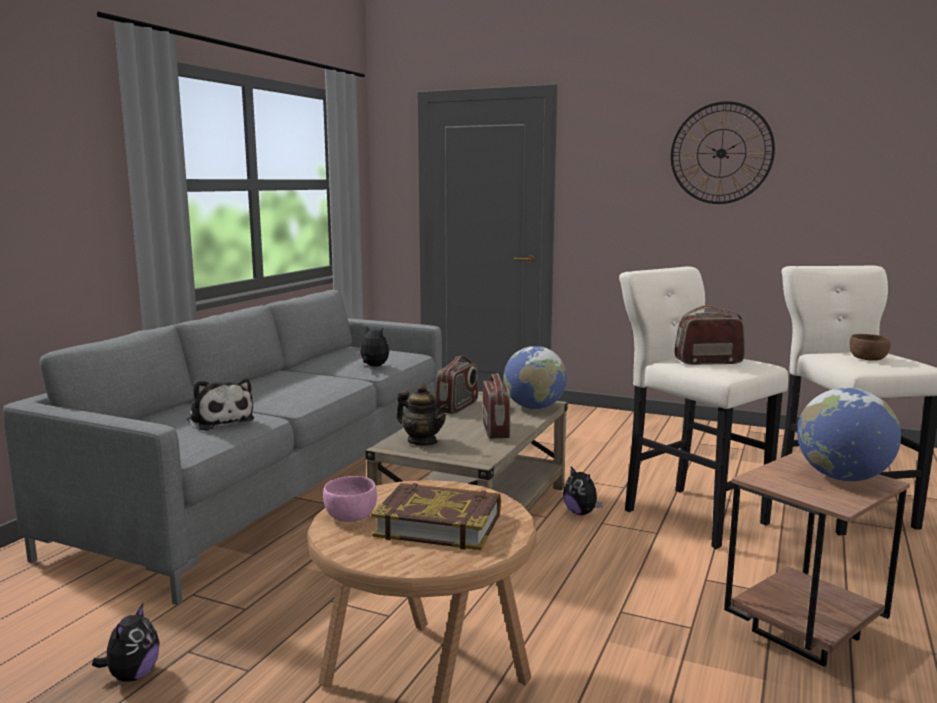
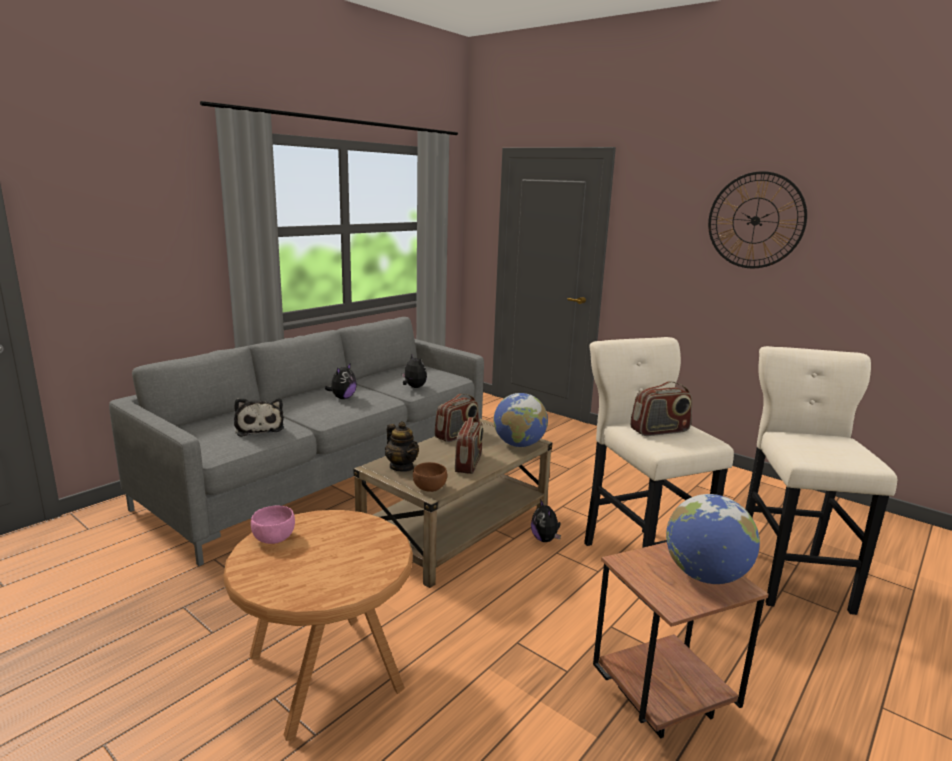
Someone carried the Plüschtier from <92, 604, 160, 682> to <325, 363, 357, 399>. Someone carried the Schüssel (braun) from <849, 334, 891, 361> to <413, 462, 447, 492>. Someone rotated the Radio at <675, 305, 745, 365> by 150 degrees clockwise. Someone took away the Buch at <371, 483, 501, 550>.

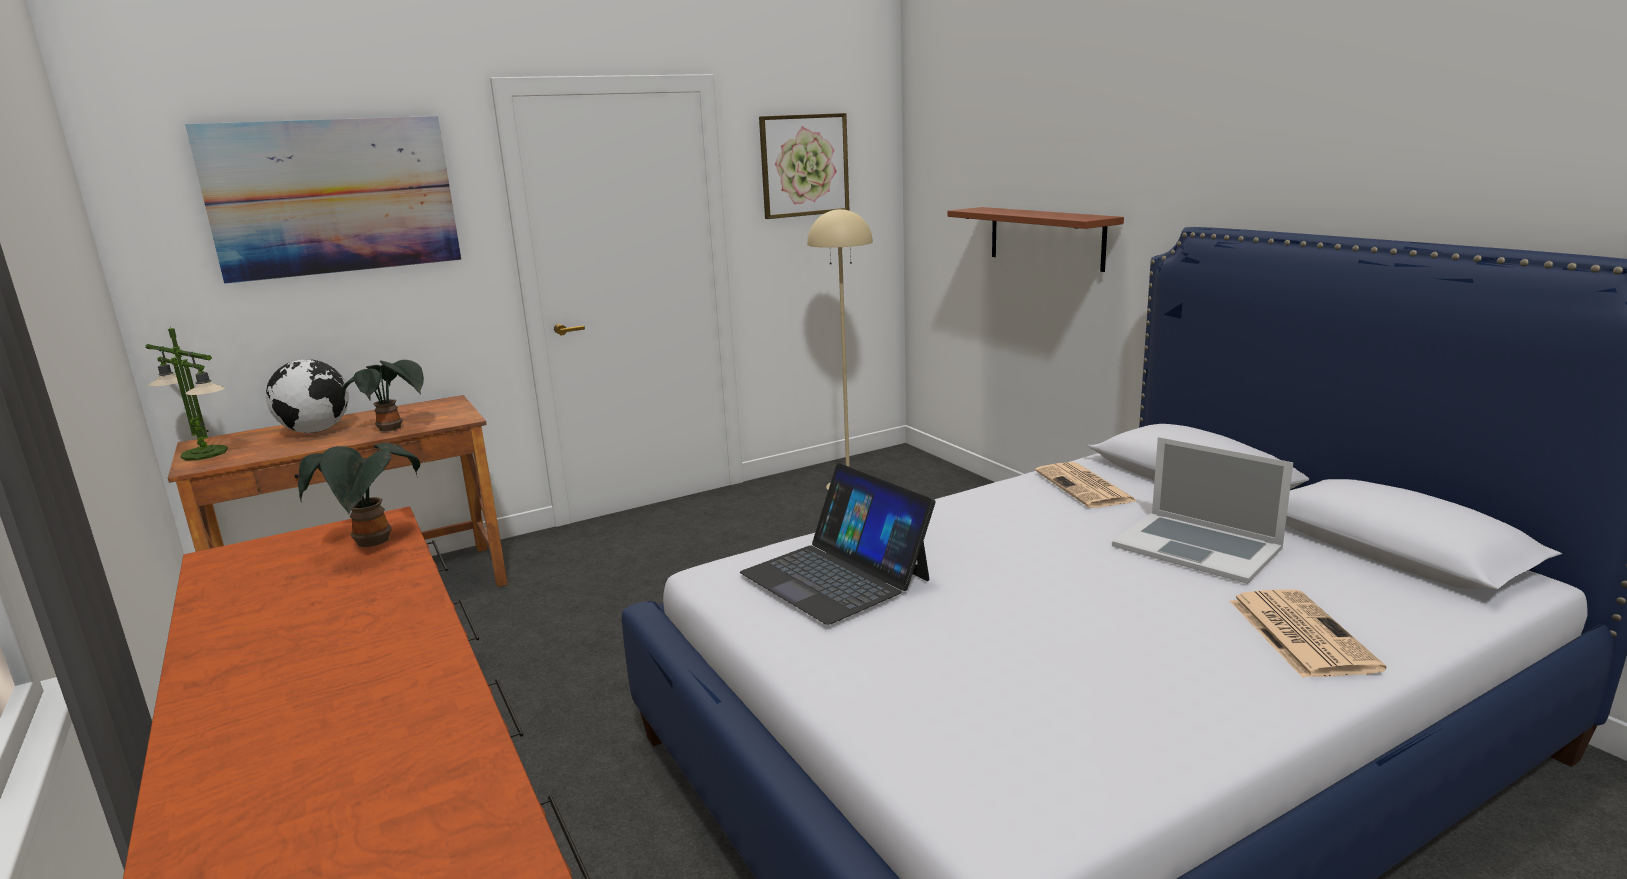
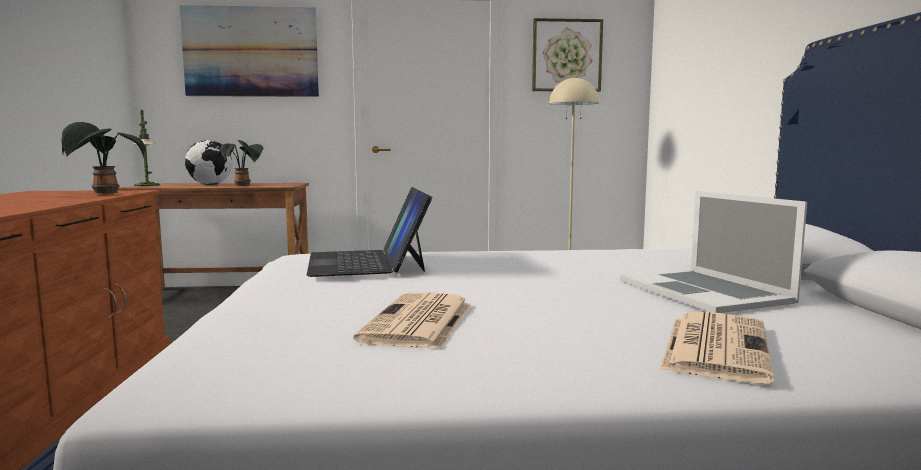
Someone carried the Zeitung from <1035, 462, 1137, 508> to <353, 292, 471, 349>. Someone took away the Wandregal (braun) at <947, 207, 1124, 272>.

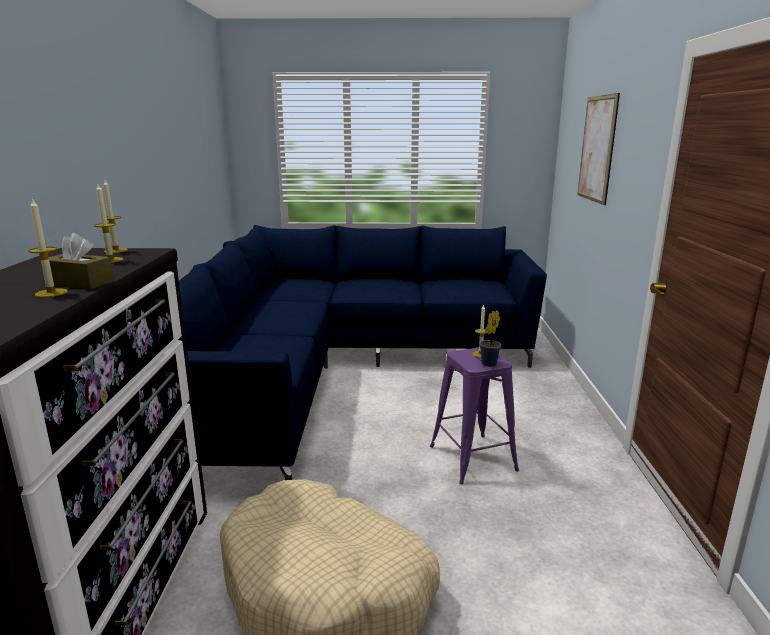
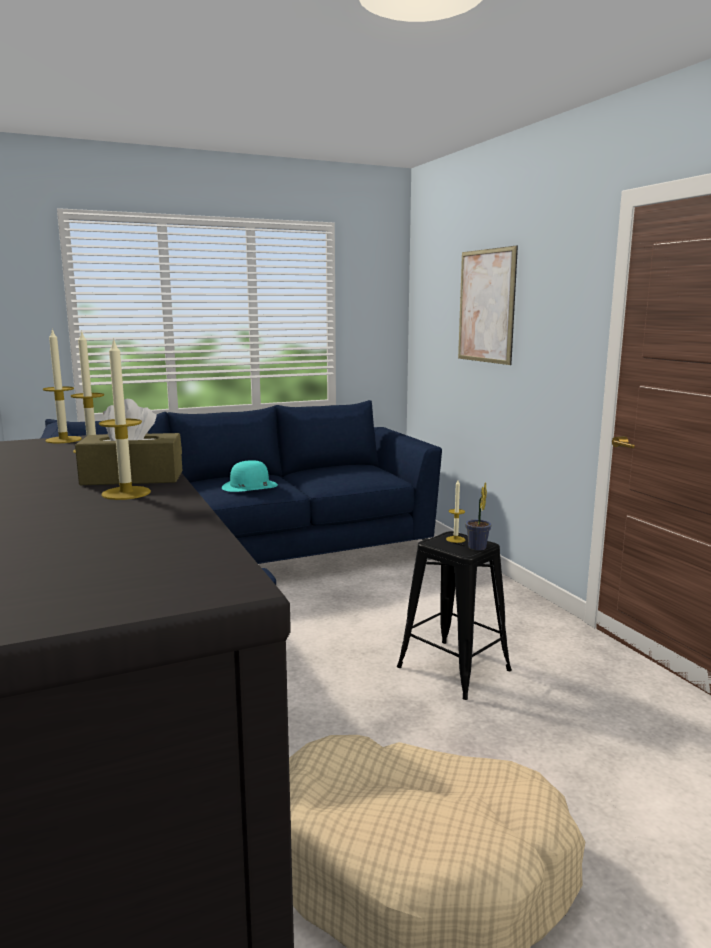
Someone put down the Hut (türkis) at <222, 460, 278, 492>. Someone repainted the Hocker (lila) at <430, 347, 519, 484>, which became the Hocker (schwarz) at <397, 531, 512, 700>.

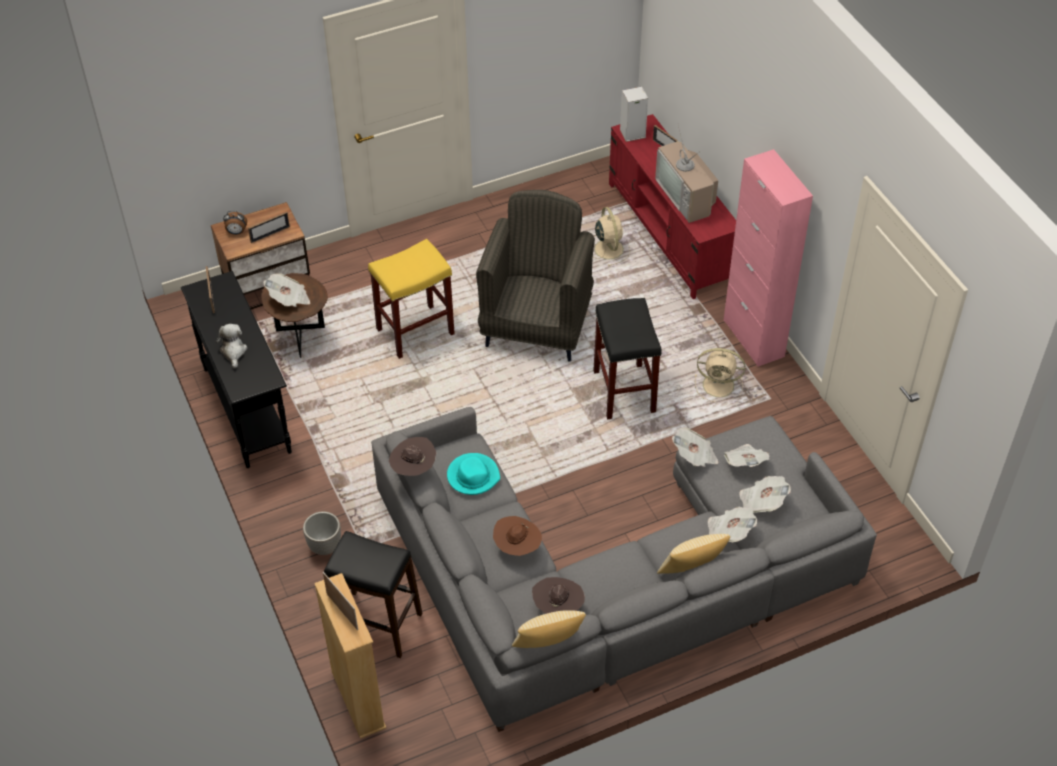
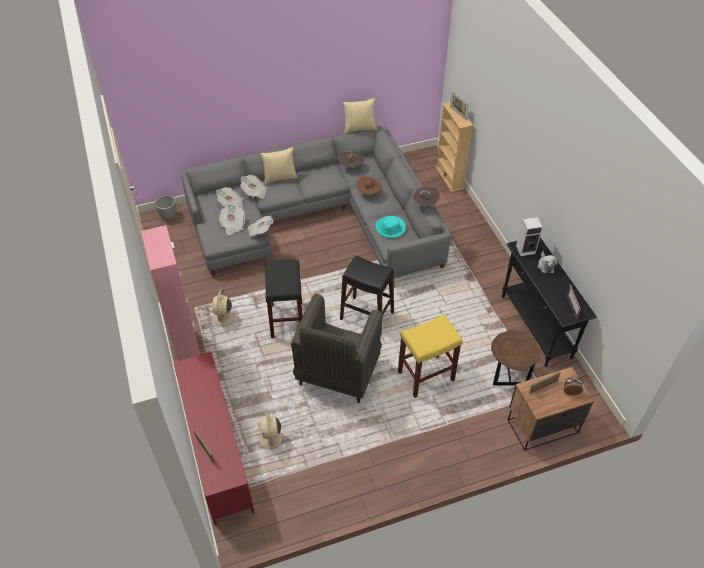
Someone carried the Pflanzkübel from <303, 511, 341, 555> to <155, 195, 177, 220>. Someone rotated the Ventilator (beige) at <695, 348, 745, 402> by 105 degrees counterclockwise. Someone carried the Hocker (schwarz) from <324, 531, 423, 658> to <340, 256, 394, 334>. Someone carried the Lautsprecher from <620, 86, 648, 142> to <516, 217, 543, 256>. Someone took away the Zeitung at <263, 273, 311, 307>. Someone took away the Fernseher at <655, 123, 718, 223>.

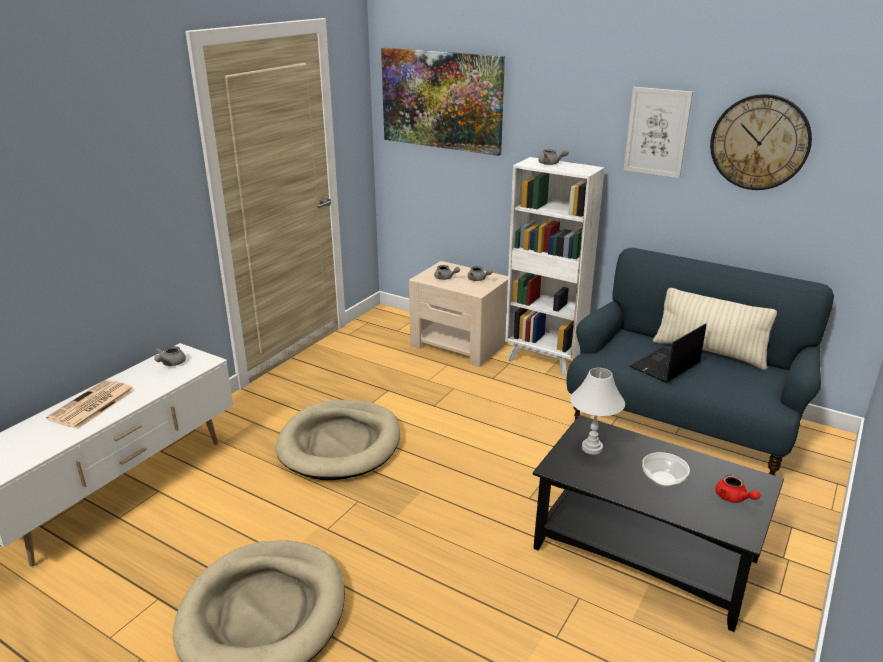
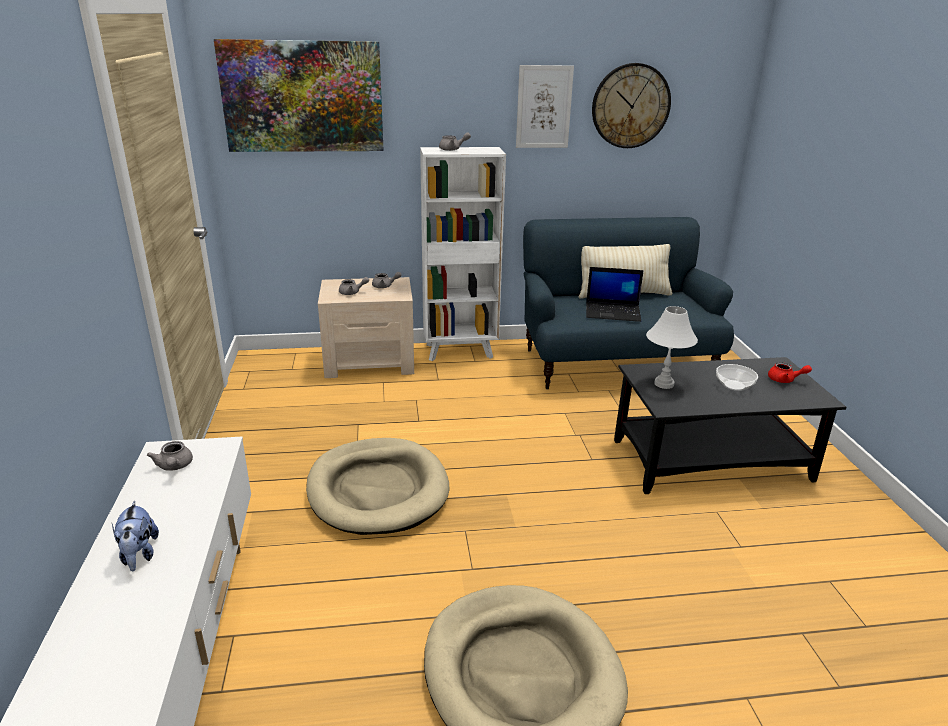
Someone swapped the Zeitung at <46, 380, 135, 429> for the Plüschtier at <112, 500, 159, 571>. Someone rotated the Laptop at <629, 323, 706, 383> by 90 degrees counterclockwise.

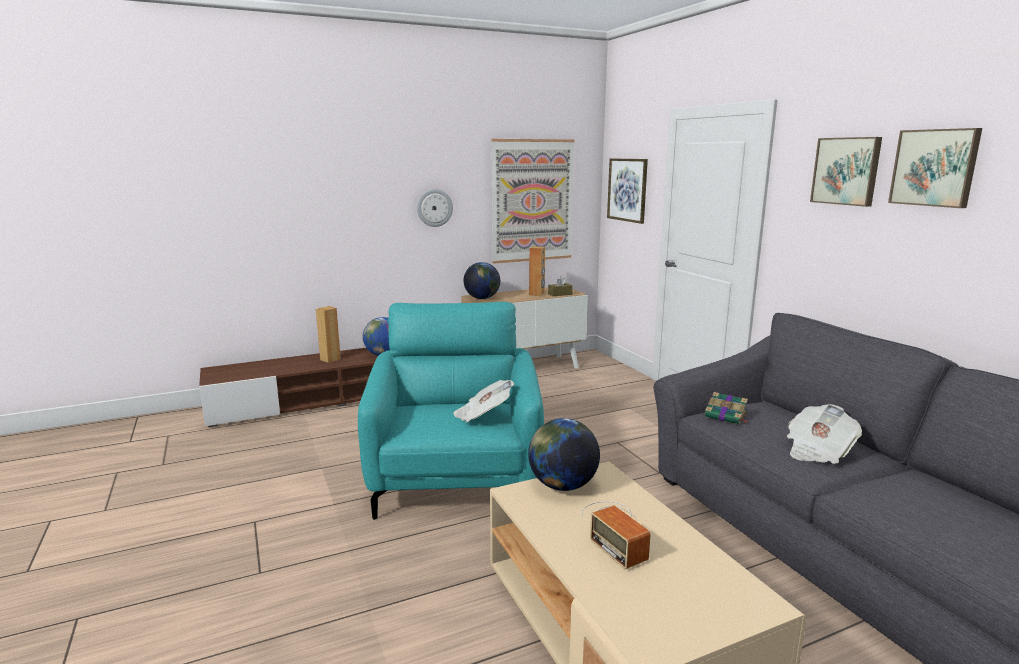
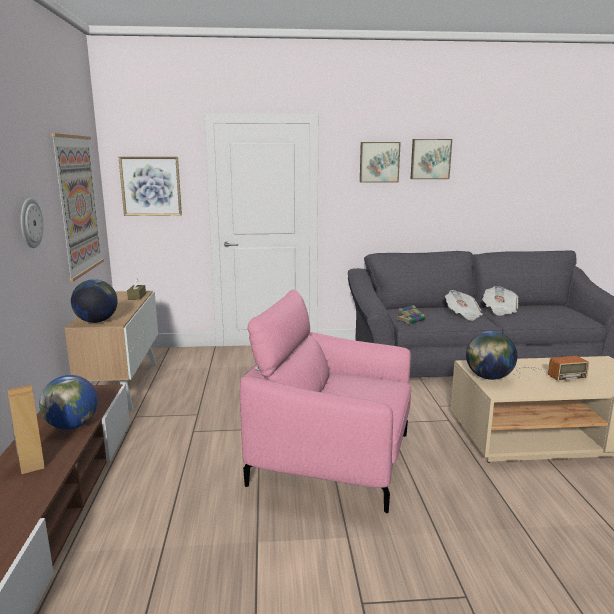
Someone repainted the Sessel (türkis) at <358, 302, 544, 520>, which became the Sessel (rosa) at <240, 290, 411, 514>. Someone carried the Zeitung from <453, 380, 514, 423> to <482, 286, 518, 316>. Someone took away the Lautsprecher (braun) at <529, 246, 545, 296>.

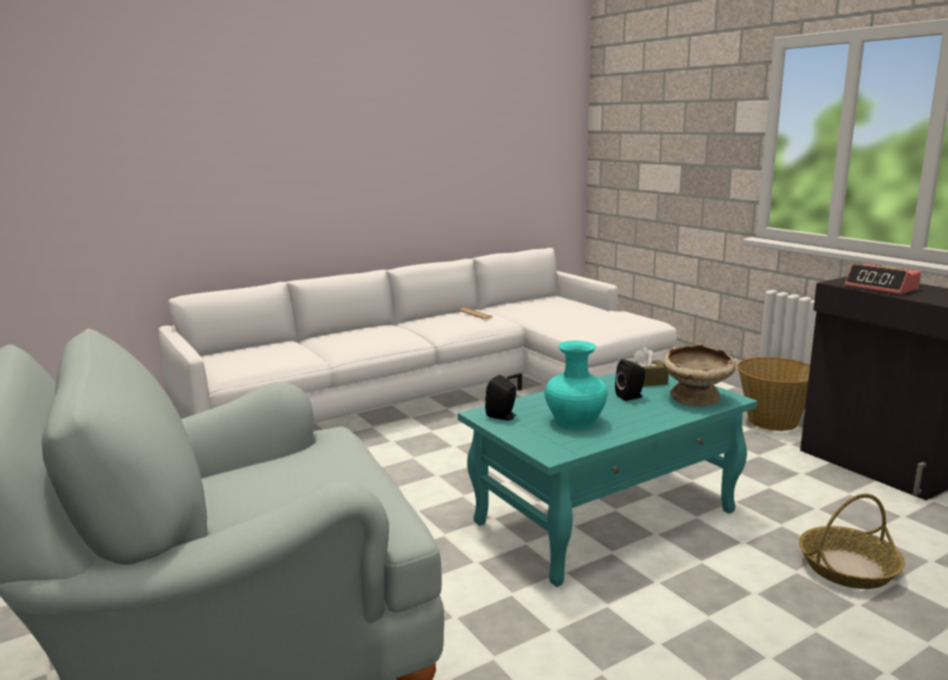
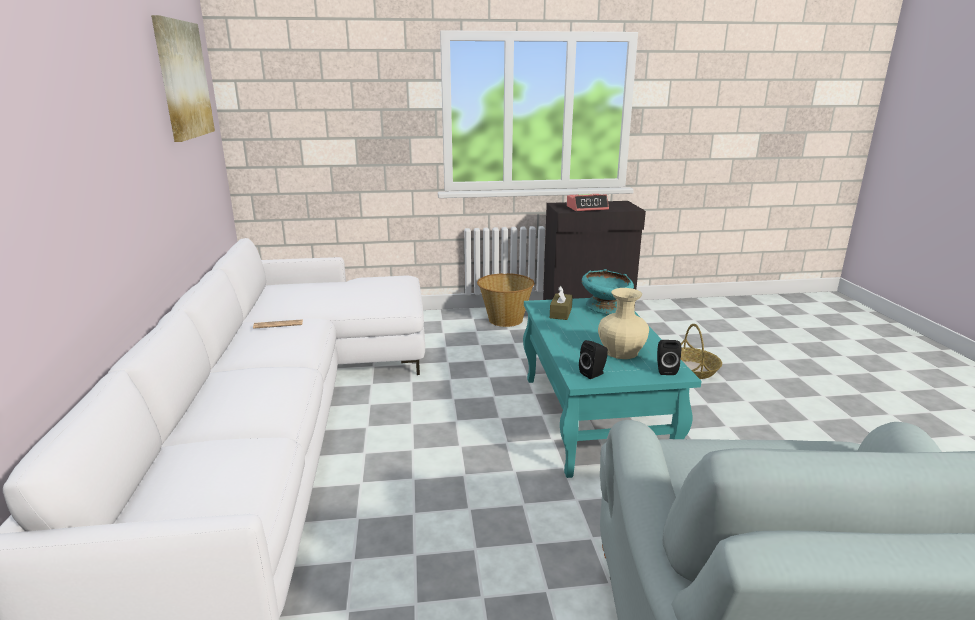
Someone put up the Bild at <151, 15, 215, 142>. Someone repainted the Schüssel (beige) at <663, 344, 736, 406>, which became the Schüssel (türkis) at <582, 269, 634, 315>. Someone repainted the Vase (türkis) at <545, 341, 608, 430>, which became the Vase (beige) at <598, 288, 649, 359>. Someone carried the Lautsprecher (schwarz) from <615, 359, 646, 401> to <657, 340, 681, 375>.

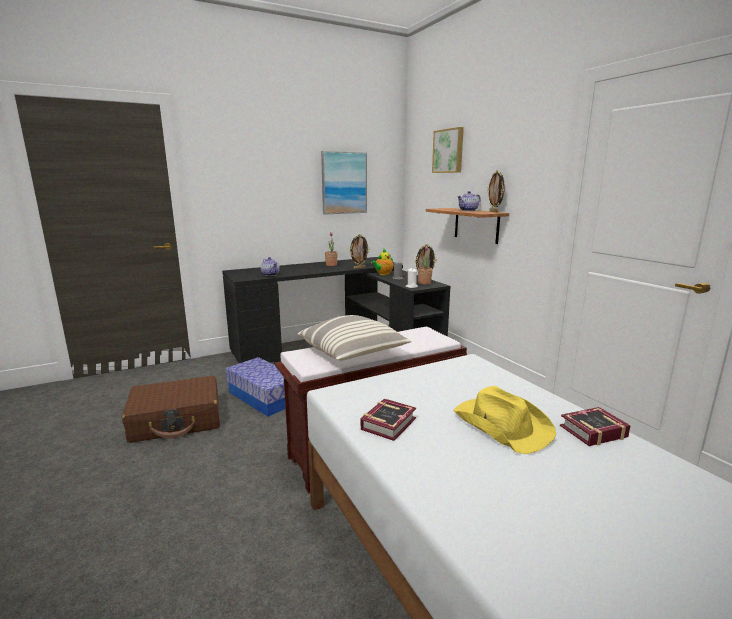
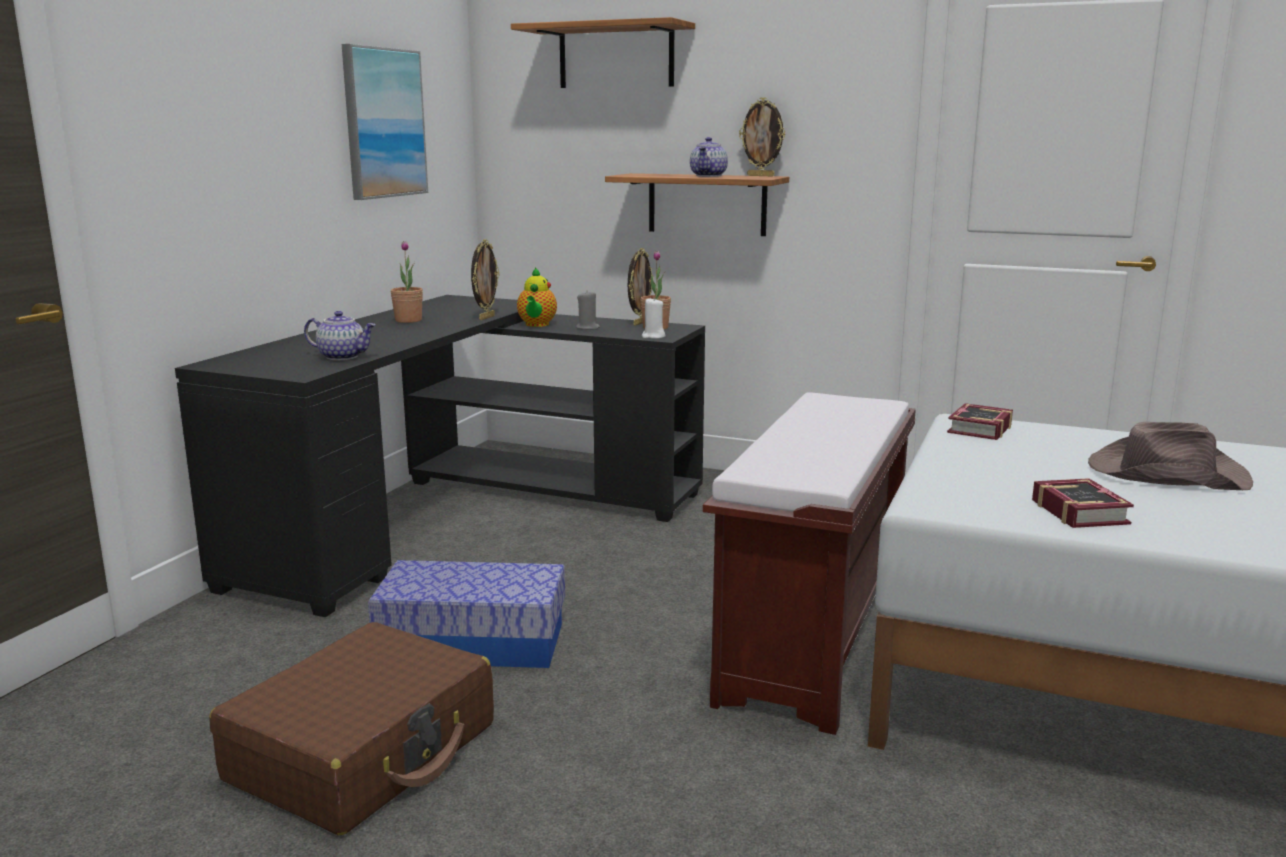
Someone swapped the Bild at <432, 127, 464, 173> for the Wandregal at <511, 17, 695, 88>. Someone carried the Buch from <560, 407, 631, 446> to <947, 403, 1013, 440>. Someone repainted the Hut (gelb) at <454, 386, 556, 454>, which became the Hut (braun) at <1088, 422, 1253, 490>. Someone took away the Kissen at <297, 315, 412, 361>.

